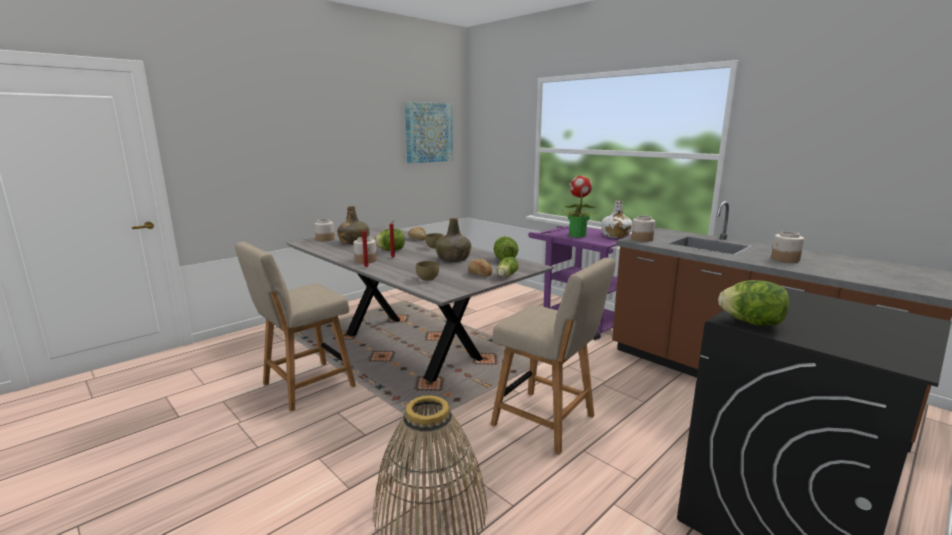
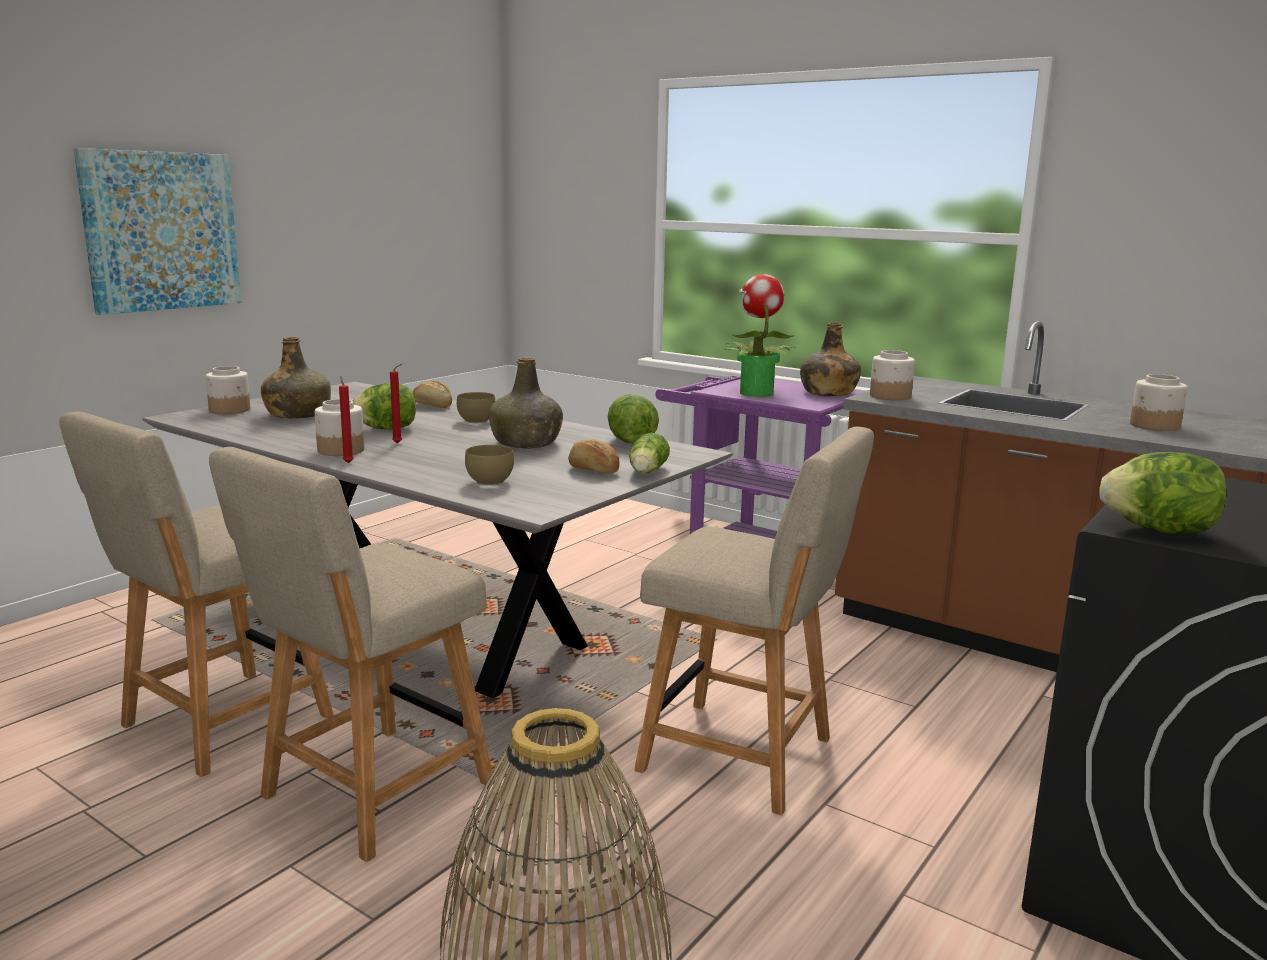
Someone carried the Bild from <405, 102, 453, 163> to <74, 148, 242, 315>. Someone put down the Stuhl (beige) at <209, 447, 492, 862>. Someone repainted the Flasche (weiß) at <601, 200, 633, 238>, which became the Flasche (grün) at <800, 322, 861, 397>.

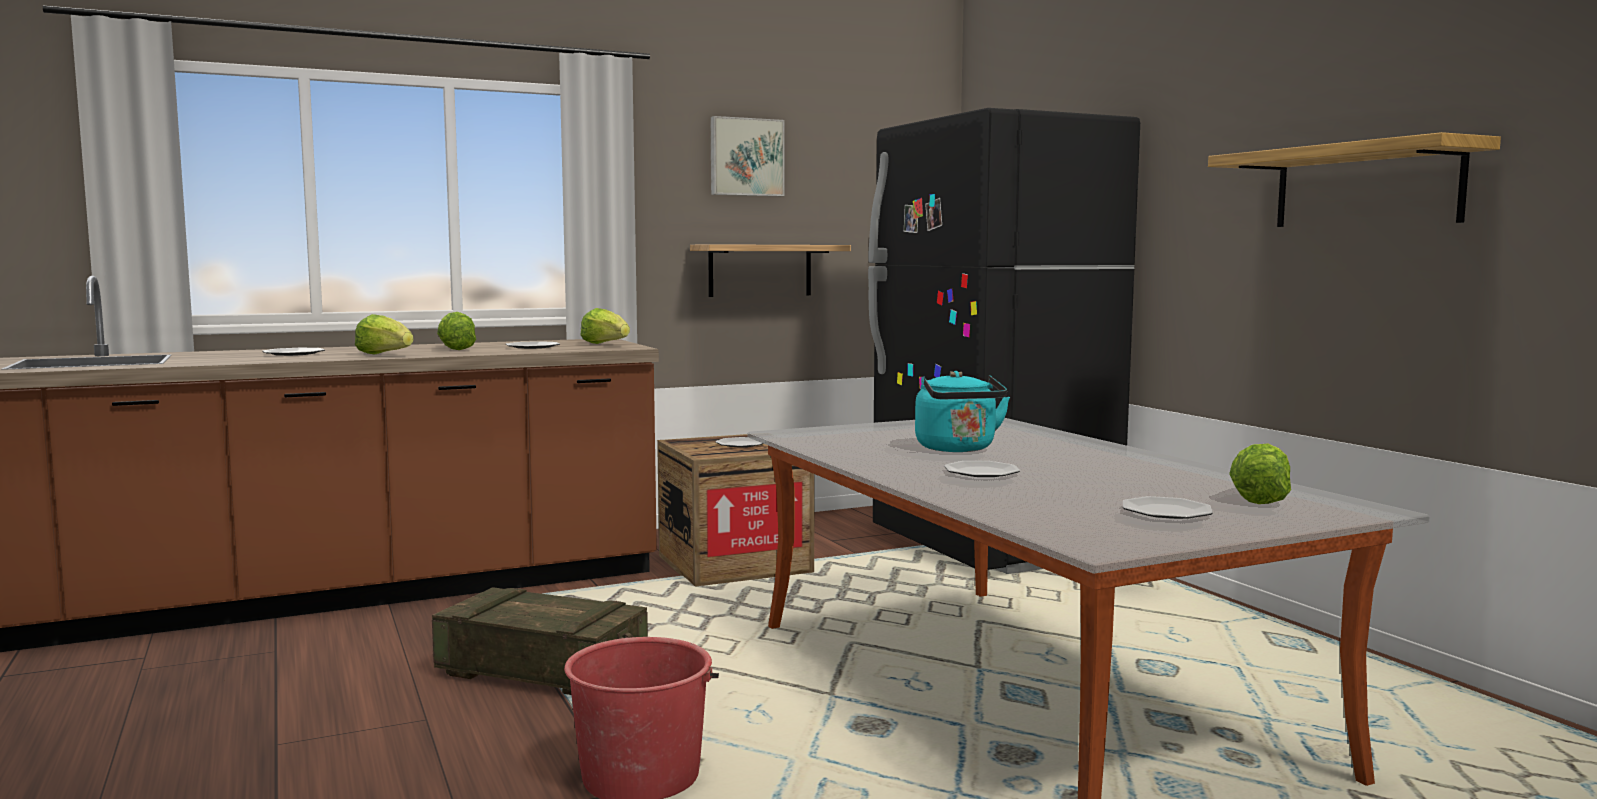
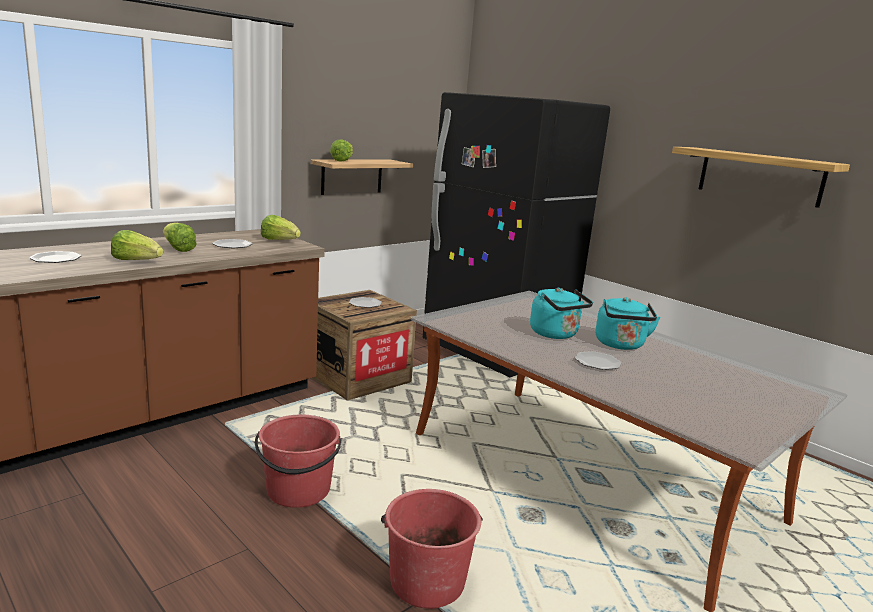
Someone swapped the Kiste at <432, 587, 648, 695> for the Eimer (rot) at <255, 415, 341, 508>. Someone carried the Salatkopf from <1229, 443, 1291, 504> to <330, 139, 353, 162>. Someone put down the Wasserkessel (türkis) at <596, 297, 661, 350>. Someone took away the Bild at <711, 116, 785, 196>. Someone took away the Teller at <1123, 496, 1213, 519>.

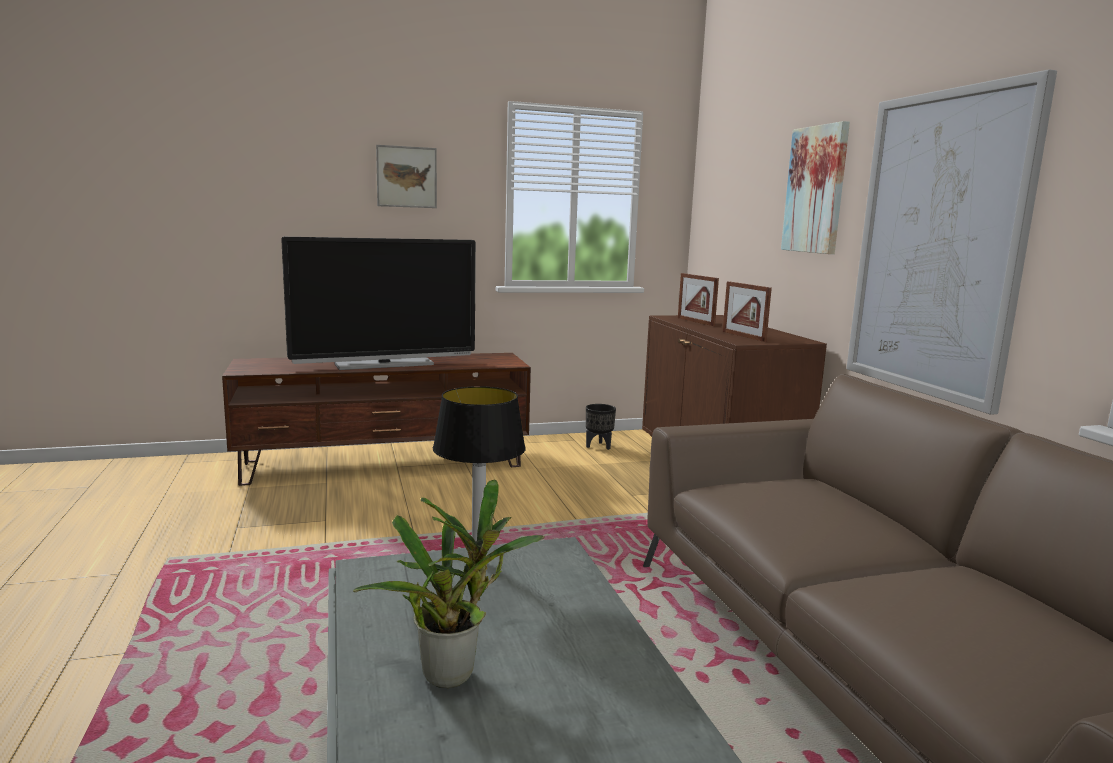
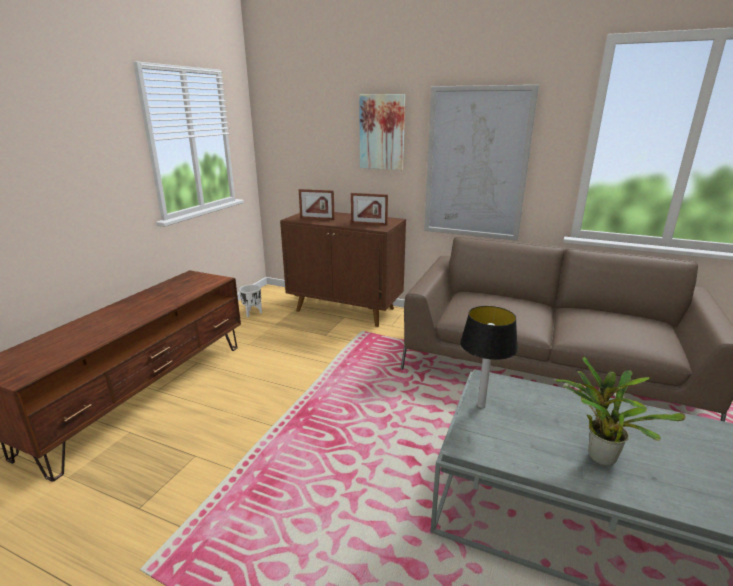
Someone repainted the Pflanzkübel (schwarz) at <586, 404, 616, 450>, which became the Pflanzkübel (weiß) at <239, 285, 262, 317>. Someone took away the Fernseher at <281, 237, 476, 370>. Someone took away the Bild at <376, 145, 437, 208>.

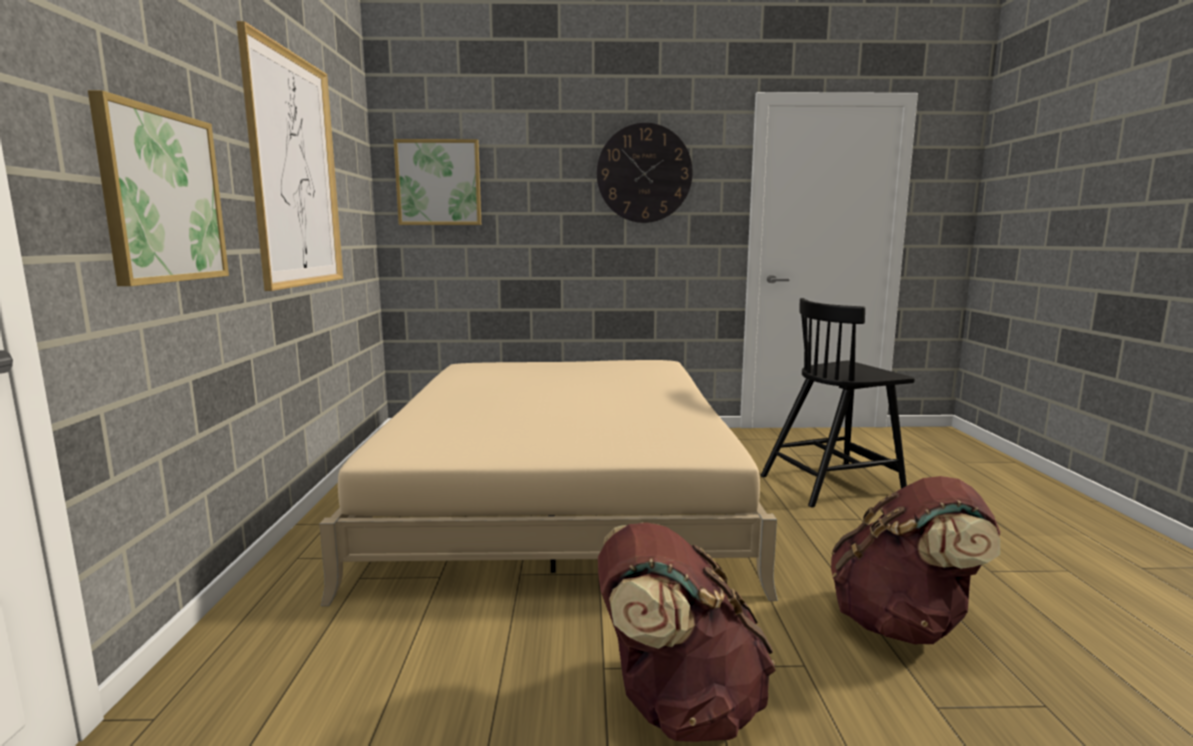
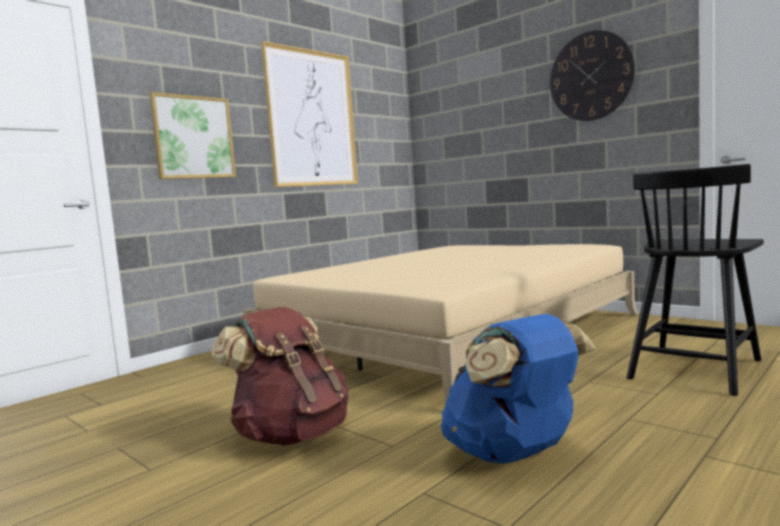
Someone repainted the Rucksack (braun) at <831, 476, 1000, 645>, which became the Rucksack (blau) at <441, 314, 596, 464>. Someone rotated the Stuhl (schwarz) at <761, 298, 915, 507> by 75 degrees counterclockwise. Someone took away the Bild at <393, 139, 481, 225>.

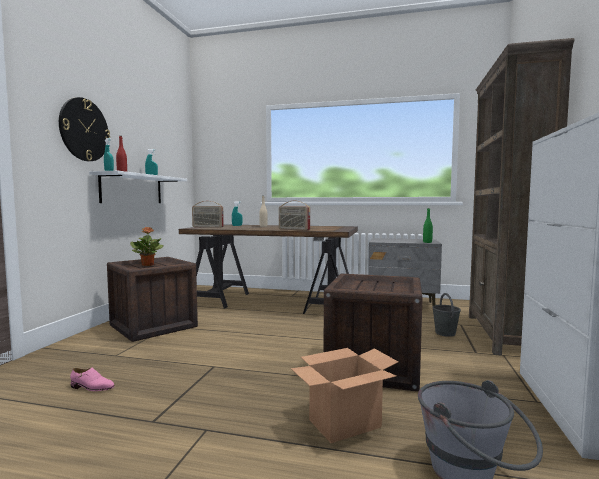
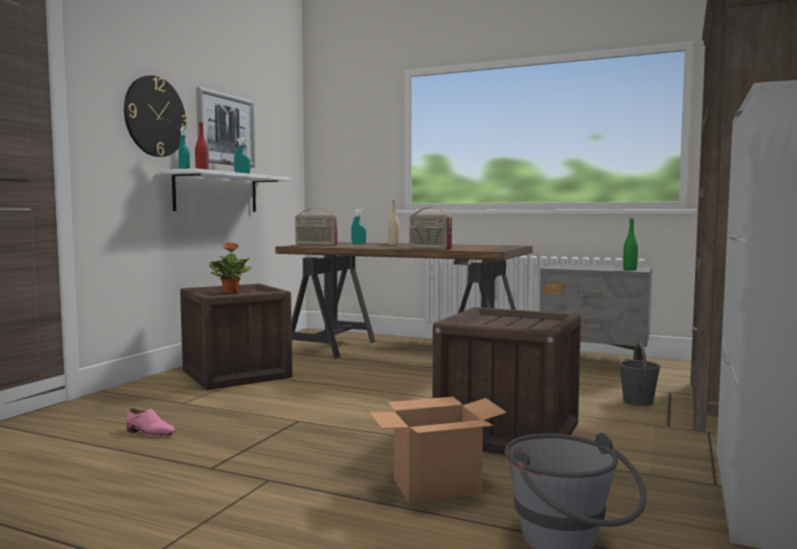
Someone put up the Bild at <196, 87, 255, 167>.

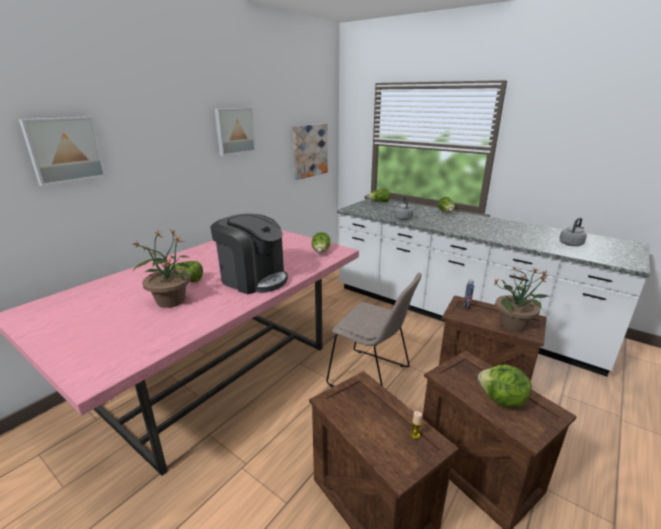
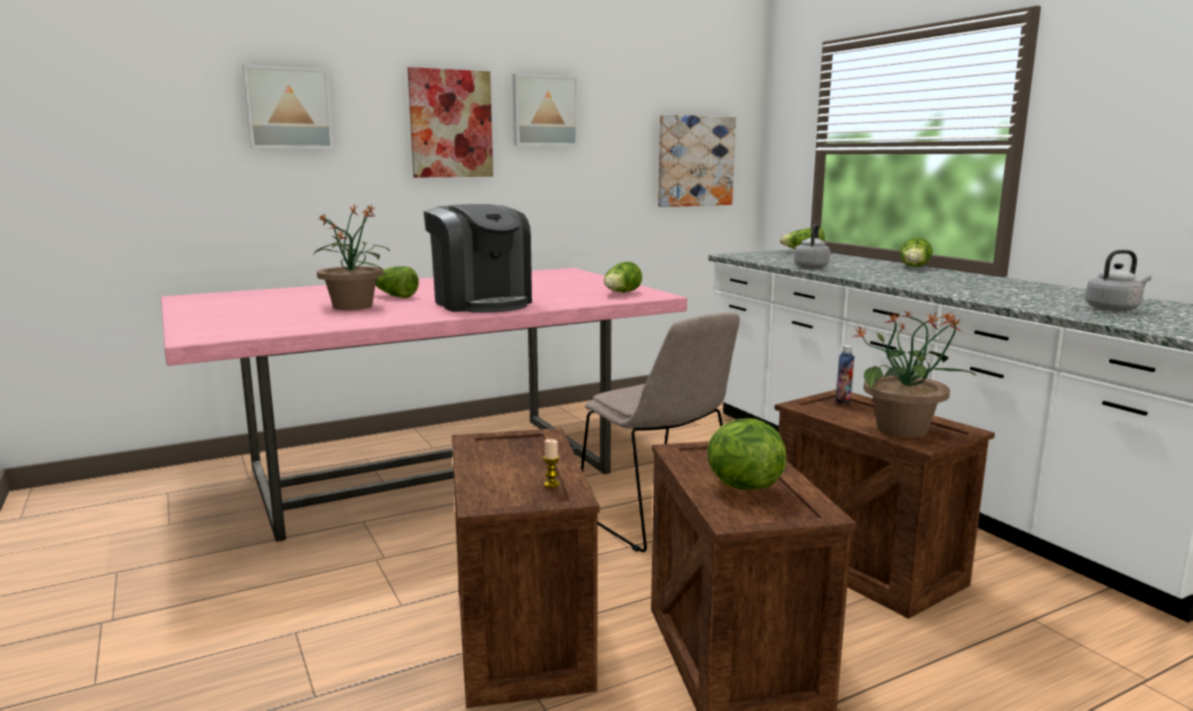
Someone put up the Bild at <408, 67, 493, 178>.

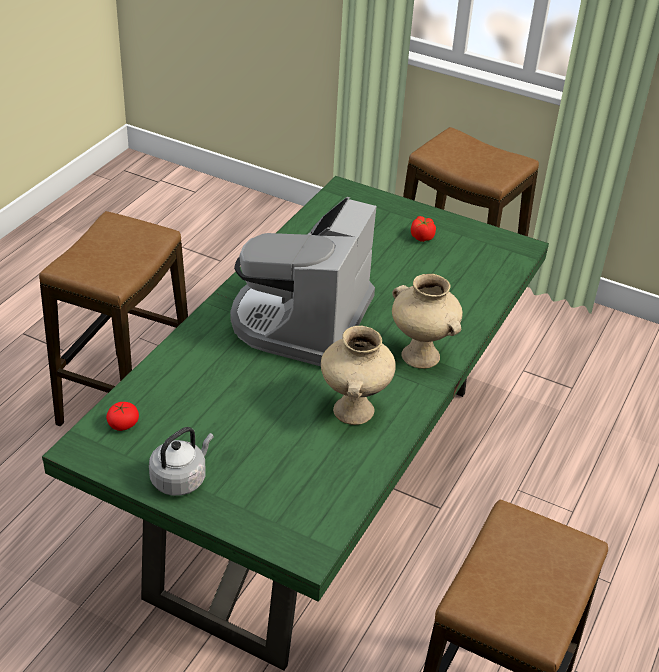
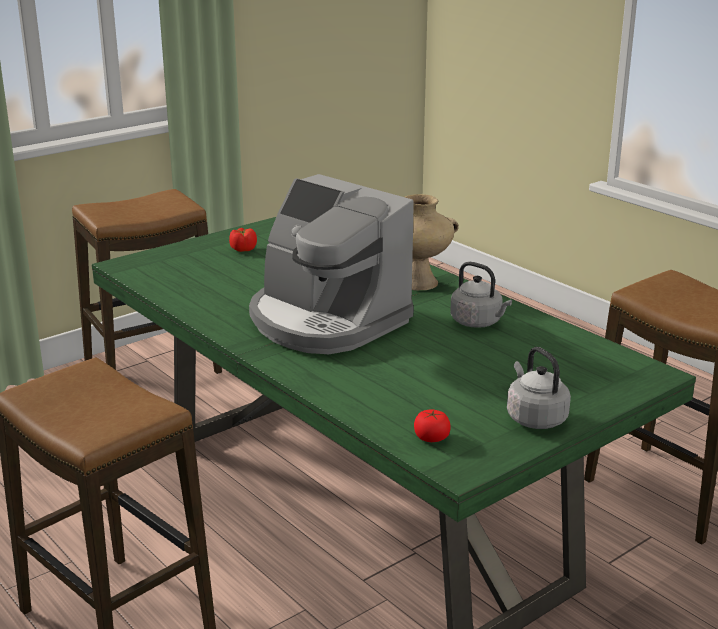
Someone swapped the Vase (beige) at <321, 326, 396, 425> for the Wasserkessel (grau) at <450, 262, 512, 328>.

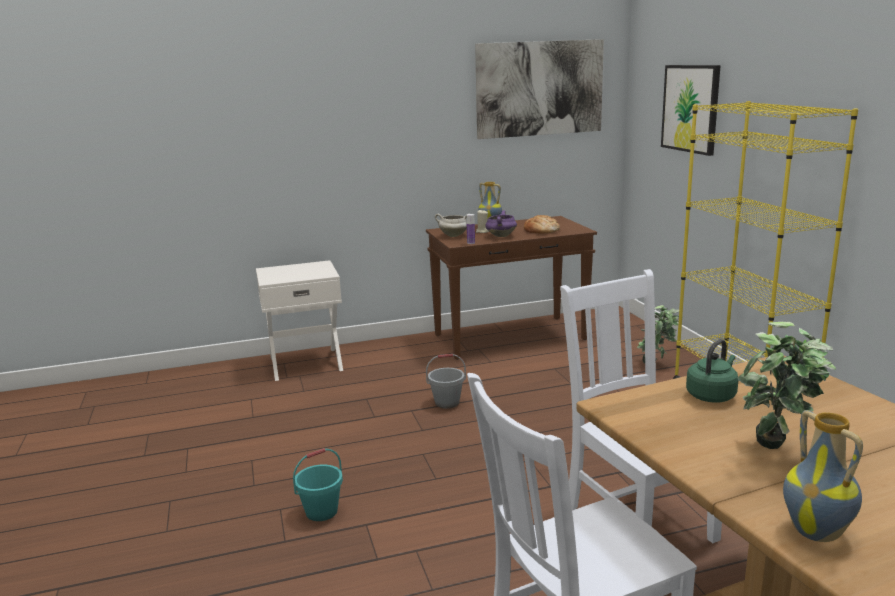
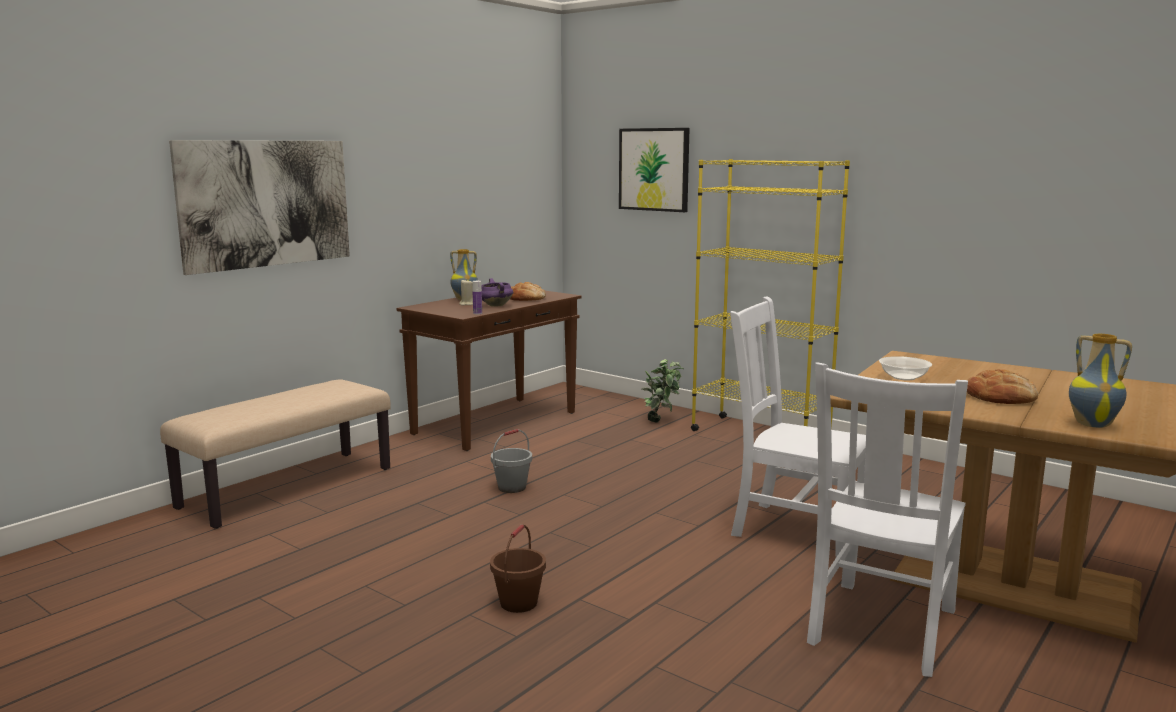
Someone swapped the Nachttisch (weiß) at <256, 260, 343, 381> for the Bank (beige) at <160, 379, 391, 529>. Someone carried the Bild from <475, 39, 604, 139> to <169, 140, 350, 275>. Someone repainted the Eimer (türkis) at <293, 448, 343, 521>, which became the Eimer (braun) at <490, 525, 546, 613>. Someone swapped the Wasserkessel (grün) at <686, 339, 738, 403> for the Schüssel at <879, 356, 932, 380>. Someone swapped the Topfpflanze at <737, 322, 836, 449> for the Brot at <967, 369, 1038, 404>. Someone took away the Kochtopf (weiß) at <435, 214, 467, 237>.

